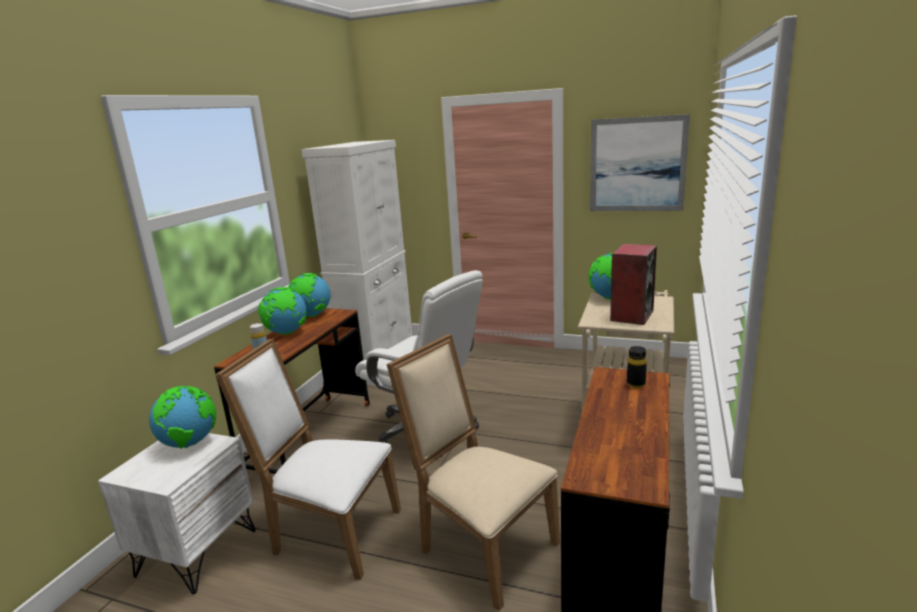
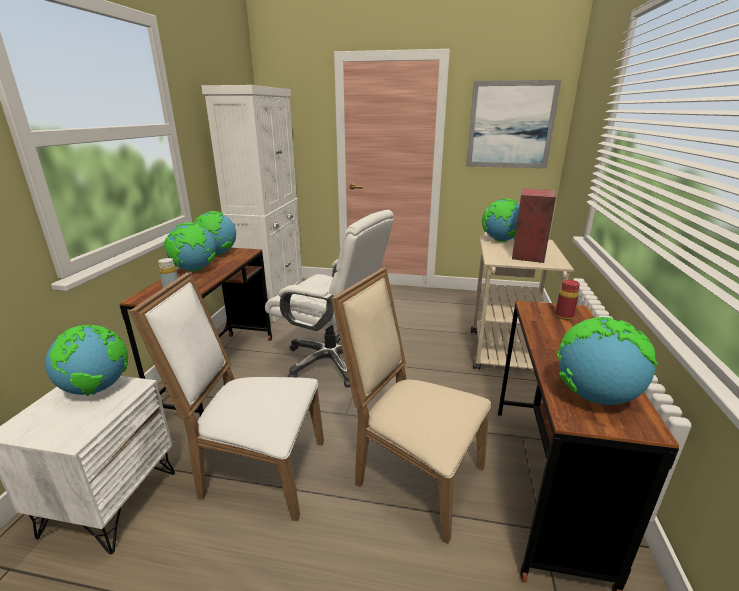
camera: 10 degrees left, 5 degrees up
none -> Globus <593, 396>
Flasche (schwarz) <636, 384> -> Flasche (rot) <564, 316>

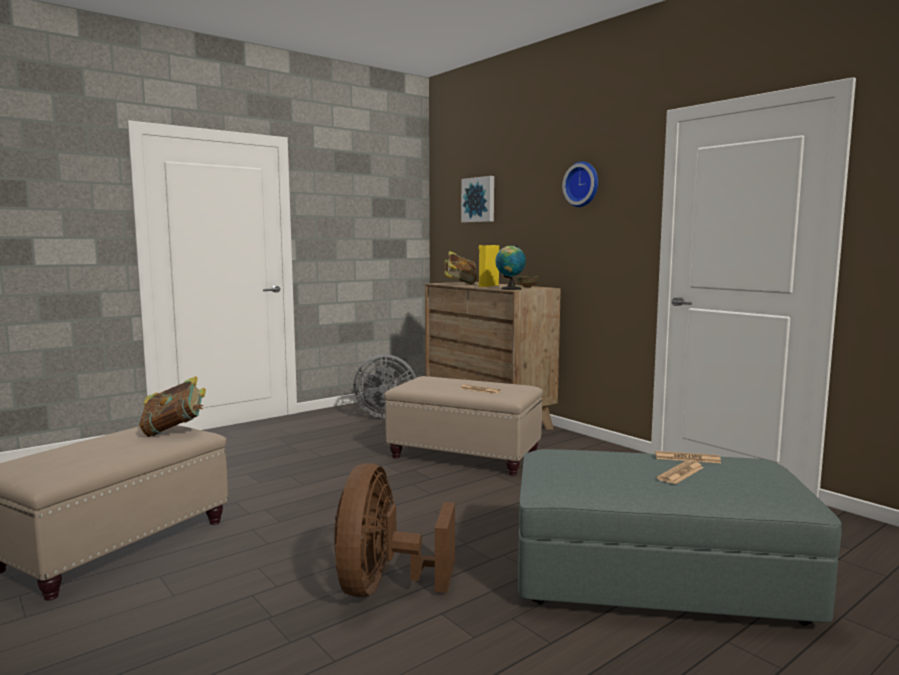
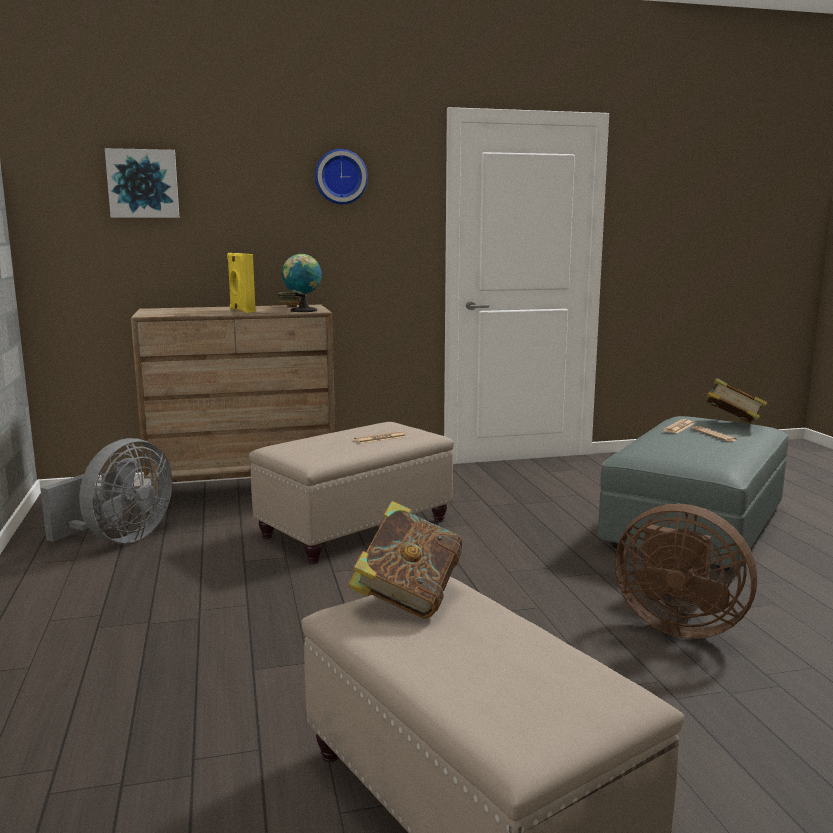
camera: 65 degrees left, 5 degrees up
Buch <460, 283> -> Buch <731, 424>, relocated

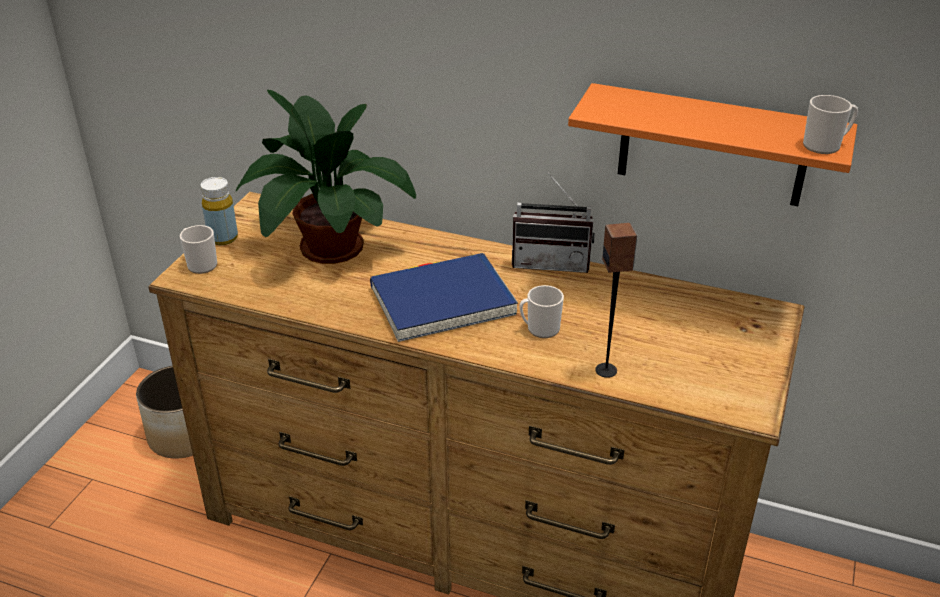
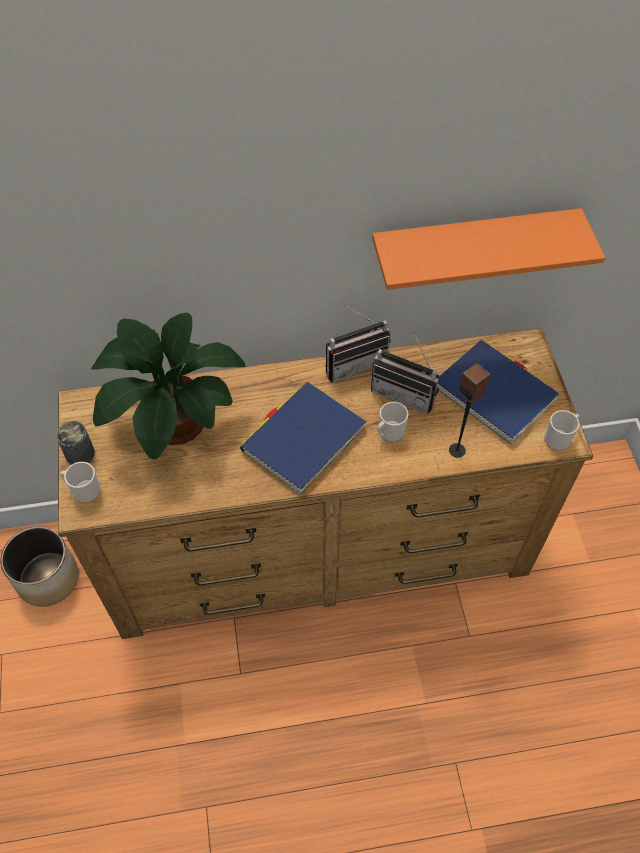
camera: 30 degrees left, 20 degrees up
none -> Radio <406, 392>
none -> Buch (blau) <494, 394>
Henkelbecher <825, 145> -> Henkelbecher <559, 438>, relocated
Flasche (gelb) <223, 238> -> Dose <80, 454>

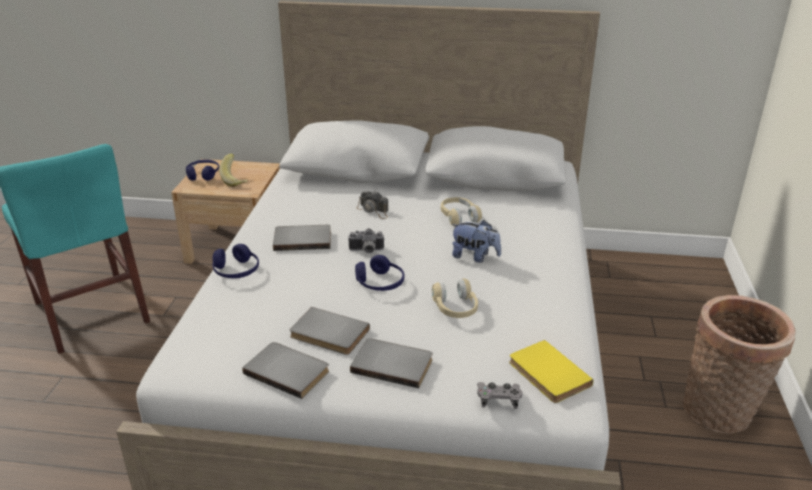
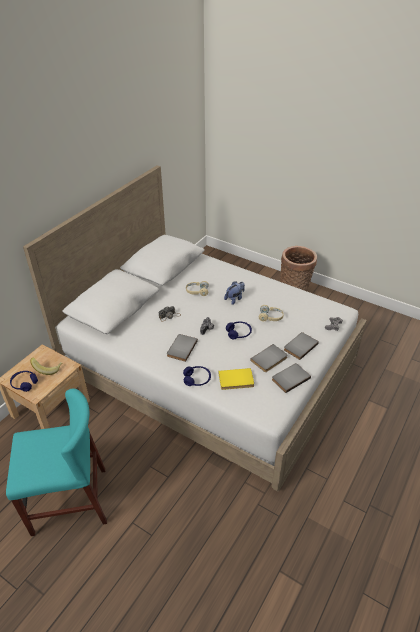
camera: 65 degrees left, 10 degrees up
Buch (gelb) <547, 374> -> Buch (gelb) <236, 381>, relocated

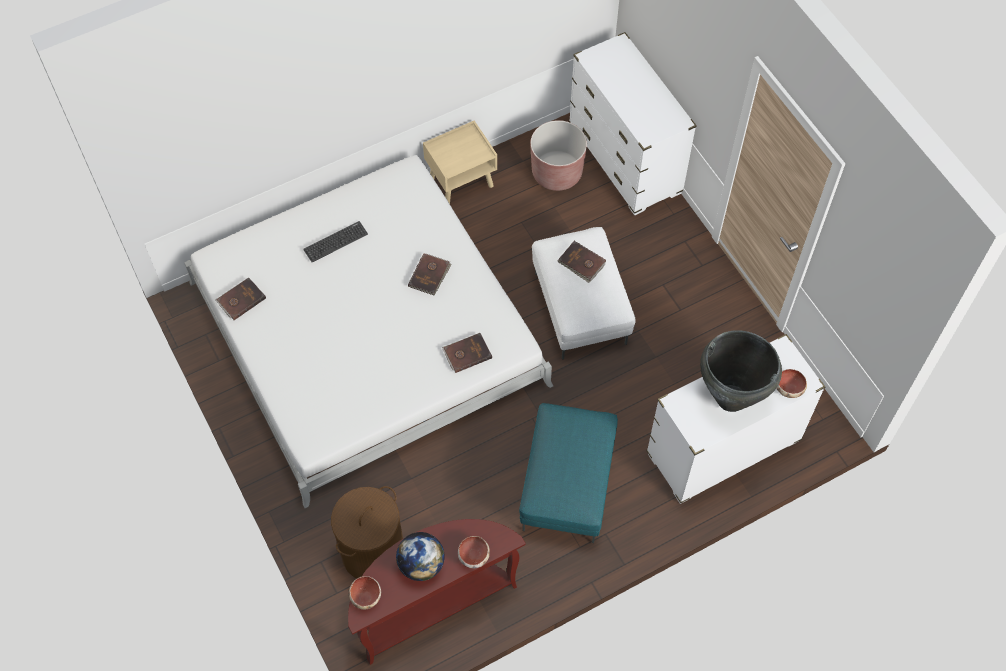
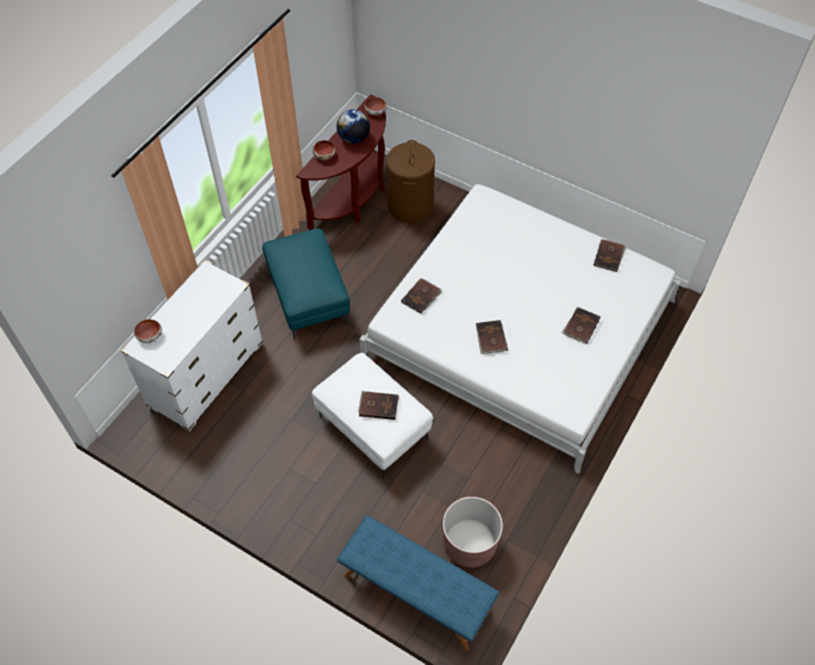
camera: 150 degrees right, 5 degrees down
Nachttisch (beige) <461, 183> -> none
Vase (schwarz) <730, 398> -> none
Tastatur <335, 242> -> Buch (braun) <580, 326>
Kommode (weiß) <625, 160> -> Bank (blau) <416, 593>

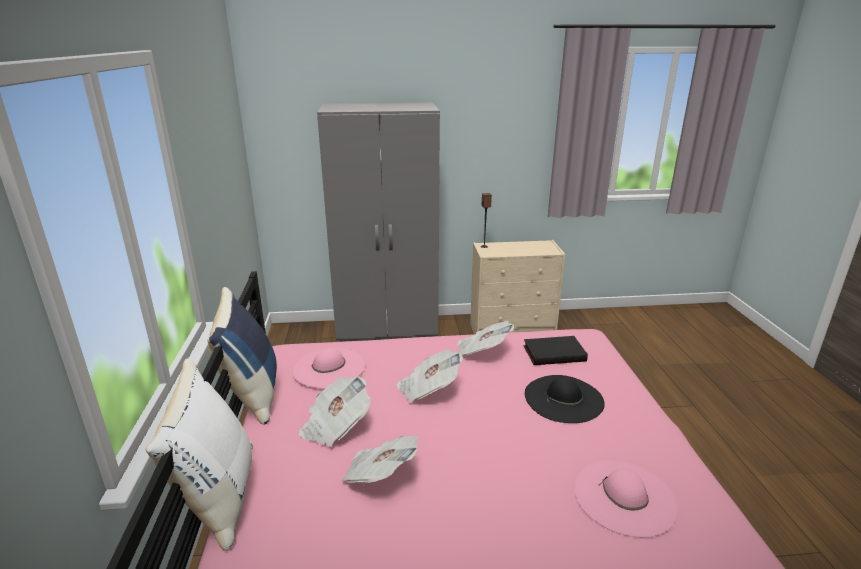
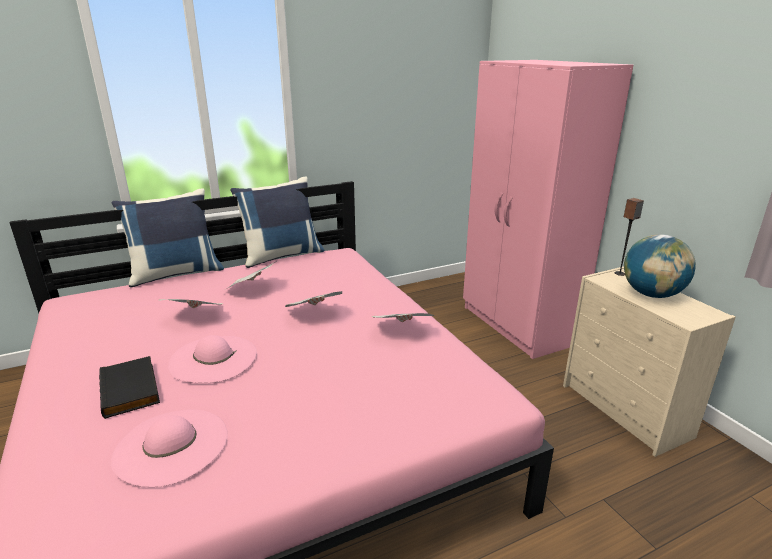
camera: 70 degrees right, 0 degrees up
Hut (schwarz) <563, 398> -> none
none -> Globus <652, 294>
Hut (rosa) <329, 368> -> Hut (rosa) <213, 358>, relocated
Buch (schwarz) <554, 353> -> Buch (schwarz) <131, 389>, relocated
Kissen (weiß) <218, 495> -> Kissen (blau) <176, 273>
Kleiderschrank (grau) <388, 332> -> Kleiderschrank (rosa) <518, 325>

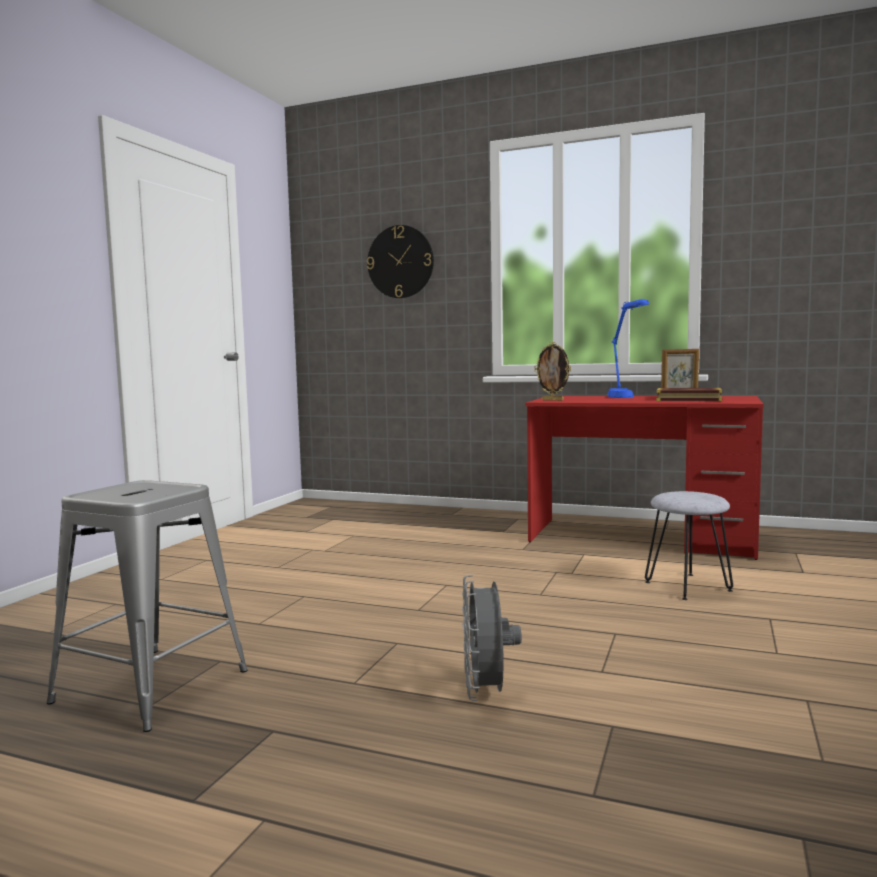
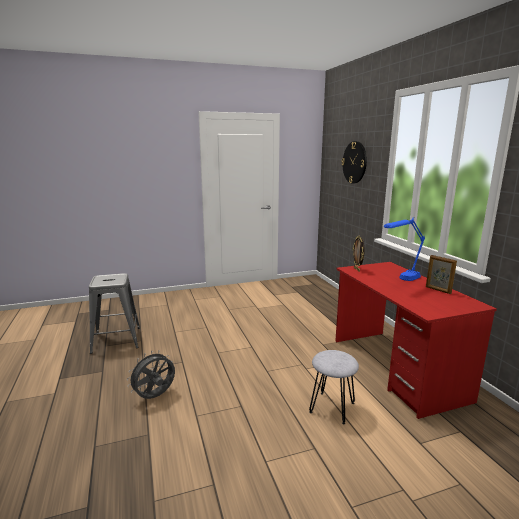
camera: 50 degrees right, 10 degrees up
Buch <688, 399> -> none

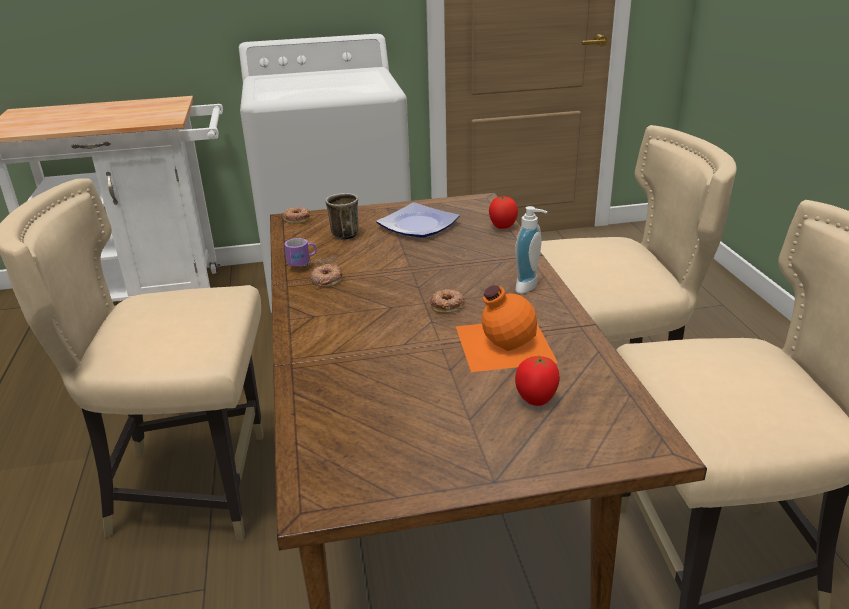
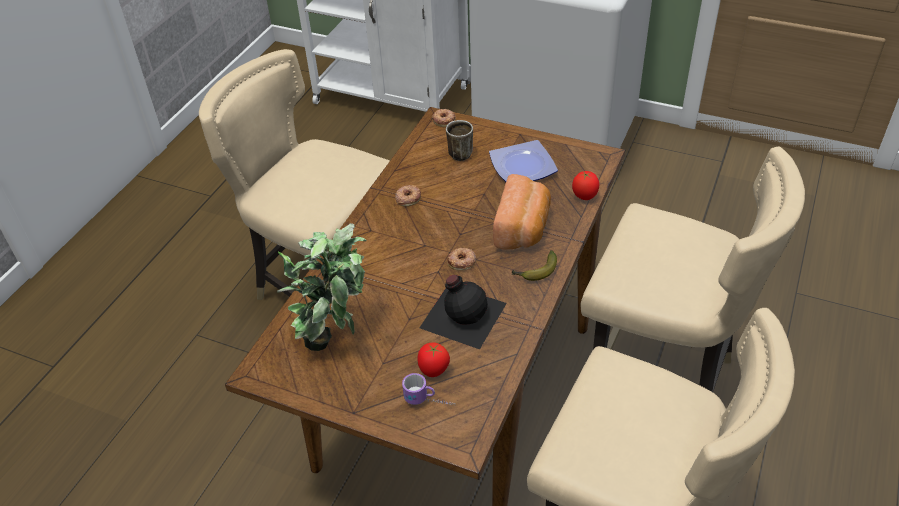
camera: 35 degrees right, 15 degrees up
none -> Topfpflanze <335, 338>
none -> Brot <523, 228>
Henkelbecher <312, 265> -> Henkelbecher <429, 402>, relocated
Seifenspender <530, 287> -> Banane <536, 272>
Flasche (orange) <502, 343> -> Flasche (schwarz) <462, 314>

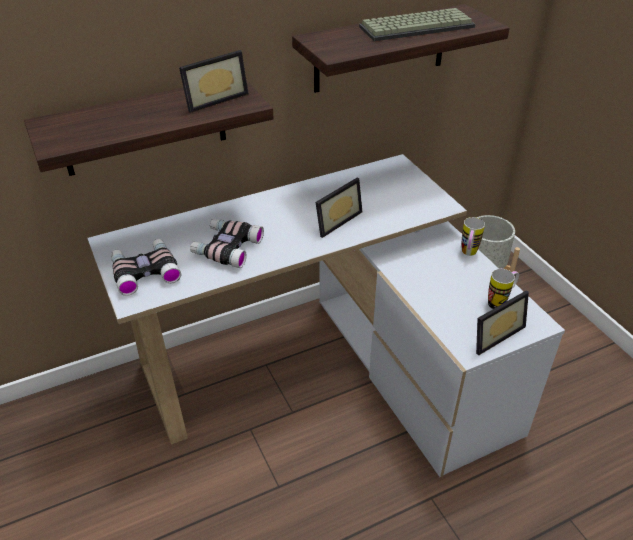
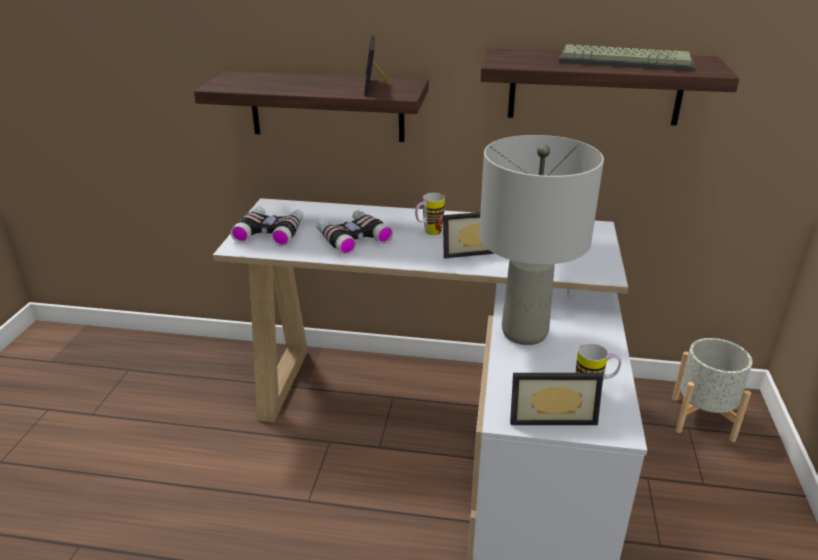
camera: 35 degrees right, 10 degrees down
none -> Tischlampe (grau) <524, 333>
Henkelbecher <468, 254> -> Henkelbecher <428, 233>, relocated
Bilderrahmen <213, 99> -> Bilderrahmen <377, 86>, 90 degrees clockwise

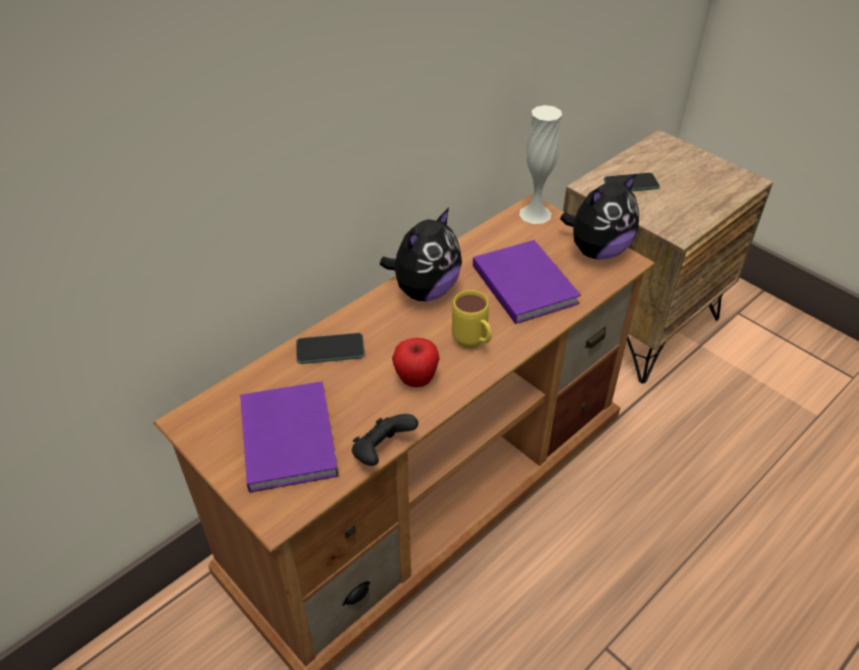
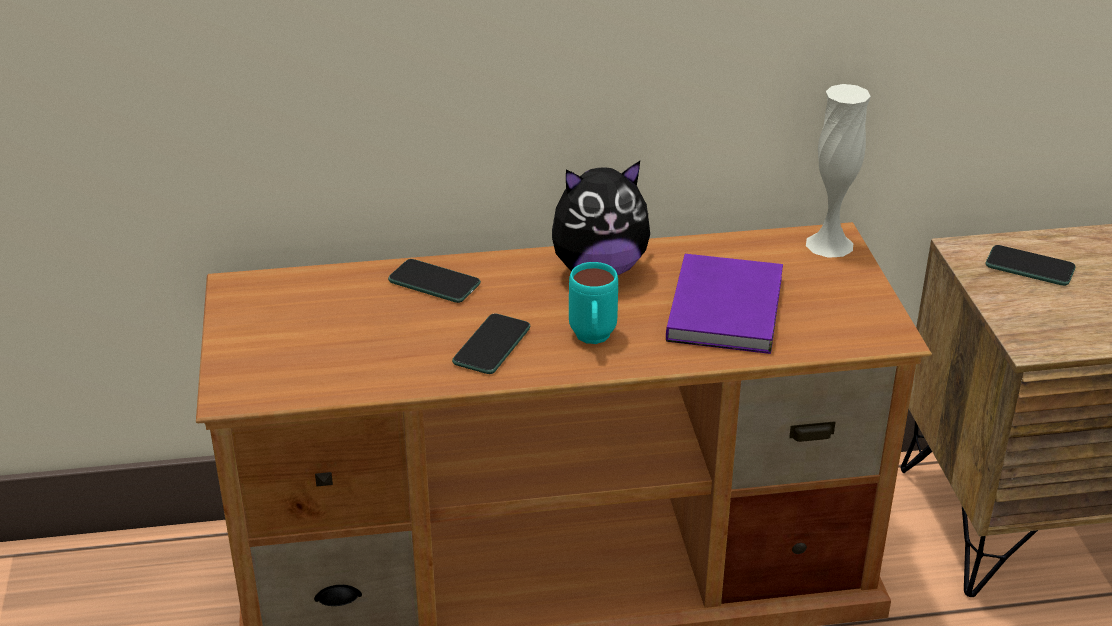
camera: 35 degrees right, 10 degrees down
Buch (lila) <290, 435> -> none
Gamepad (schwarz) <382, 452> -> none
Plüschtier <597, 250> -> none
Apfel <416, 379> -> Handy <492, 345>
Henkelbecher (gelb) <473, 345> -> Henkelbecher (türkis) <592, 341>

